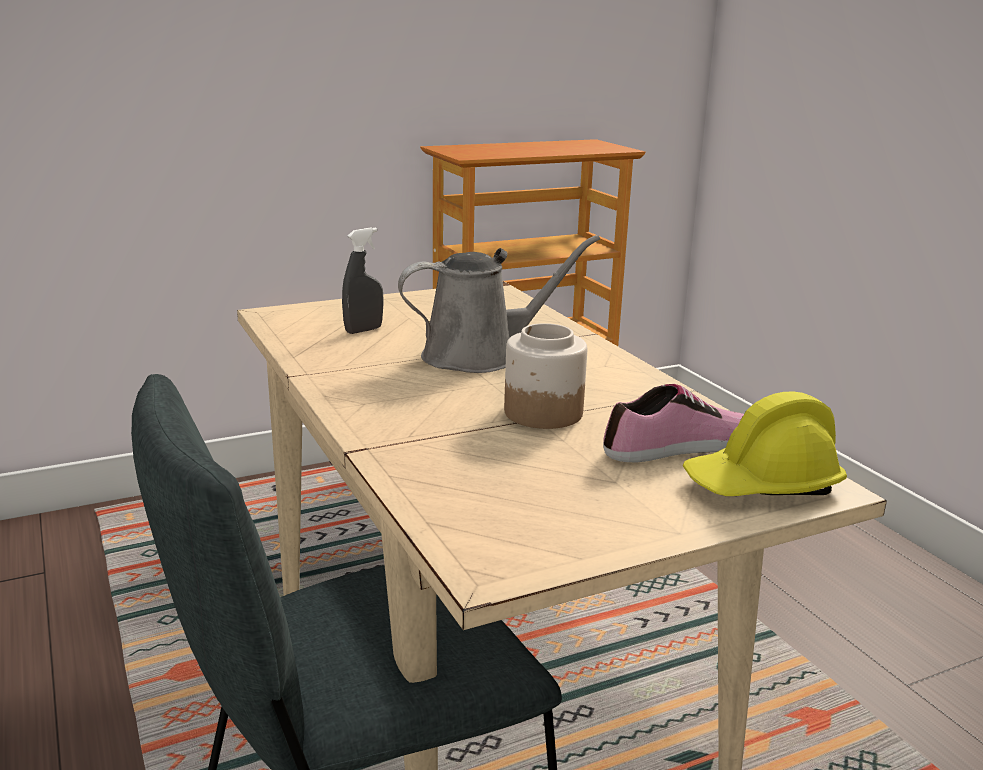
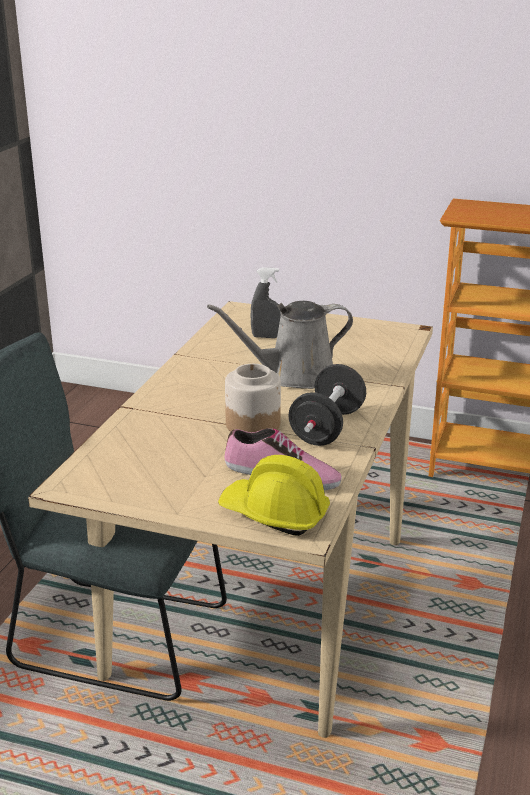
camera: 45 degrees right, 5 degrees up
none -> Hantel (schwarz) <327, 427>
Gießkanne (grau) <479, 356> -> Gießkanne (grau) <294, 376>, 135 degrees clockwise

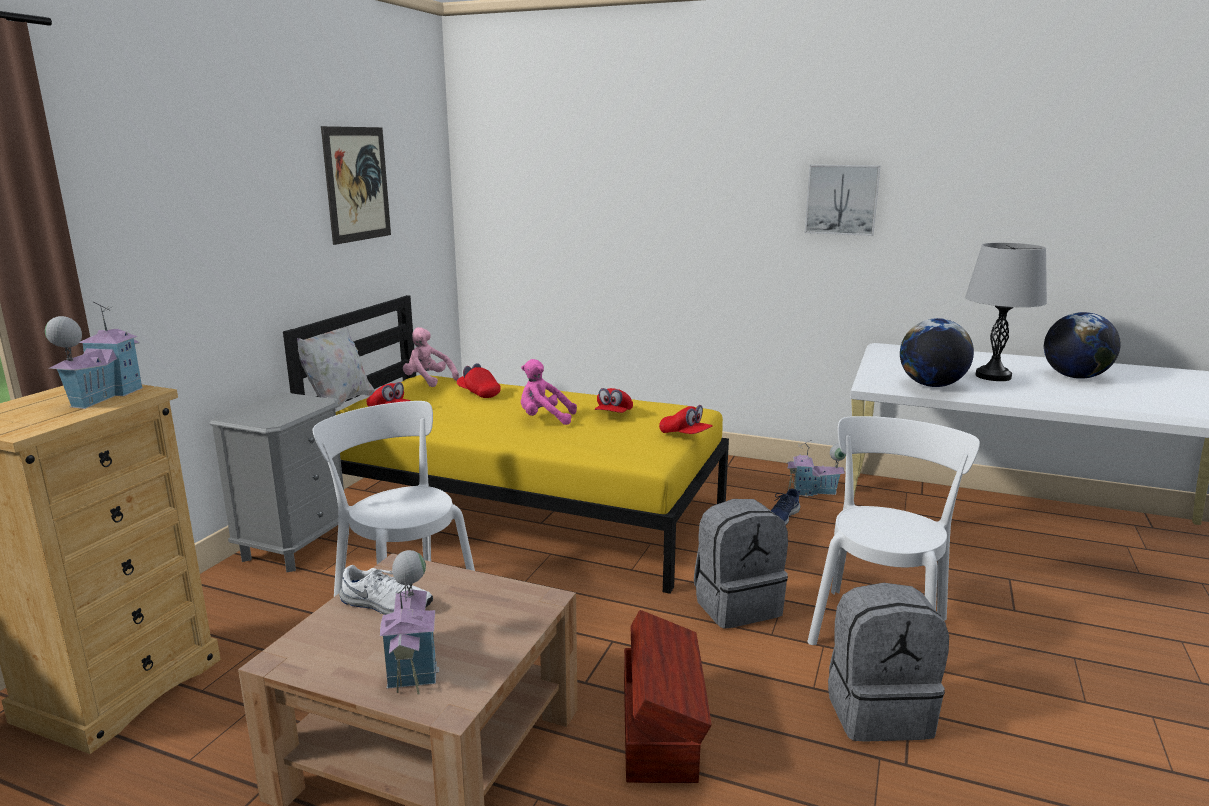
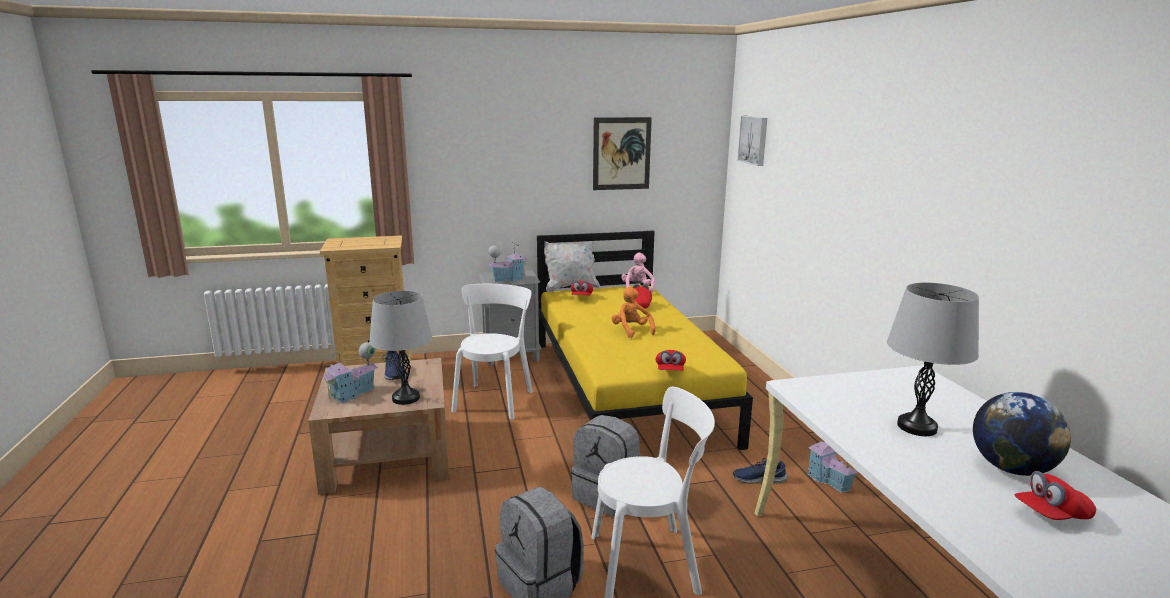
camera: 55 degrees right, 0 degrees up
Aufbewahrungsbox (braun) <660, 728> -> none
Globus <931, 385> -> none
none -> Tischlampe (grau) <406, 398>
Spielzeughaus <103, 396> -> Spielzeughaus <508, 279>, relocated
Kappe (rot) <613, 415> -> Kappe (rot) <1051, 515>, relocated
Bild <842, 199> -> Bild <754, 140>, relocated
Schuh (weiß) <386, 605> -> Schuh (blau) <393, 373>
Plüschtier (rosa) <544, 419> -> Plüschtier (orange) <631, 330>

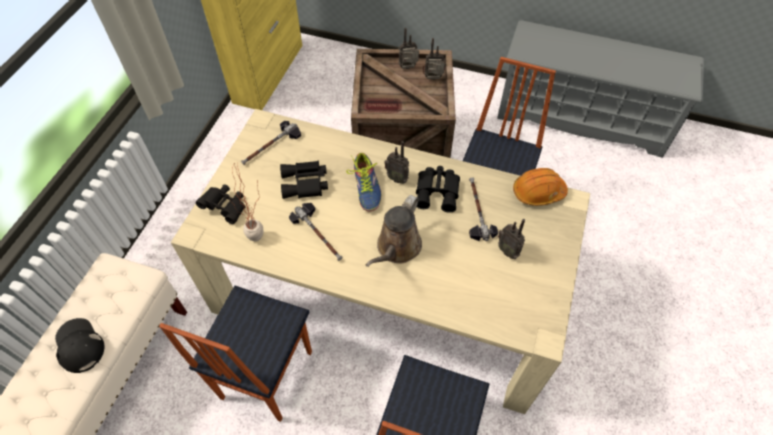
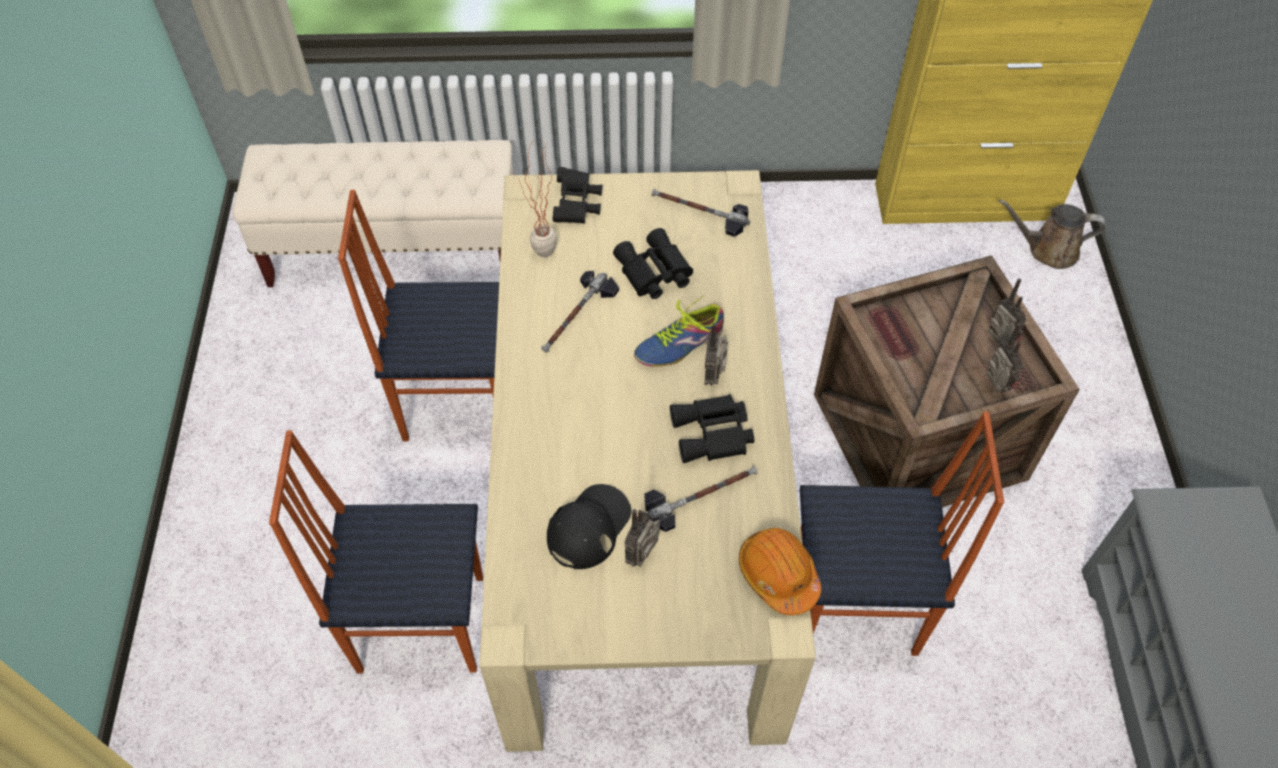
camera: 70 degrees right, 0 degrees up
Kappe (schwarz) <79, 345> -> Kappe (schwarz) <589, 527>, relocated
Gießkanne (braun) <397, 248> -> Gießkanne (braun) <1048, 250>, relocated

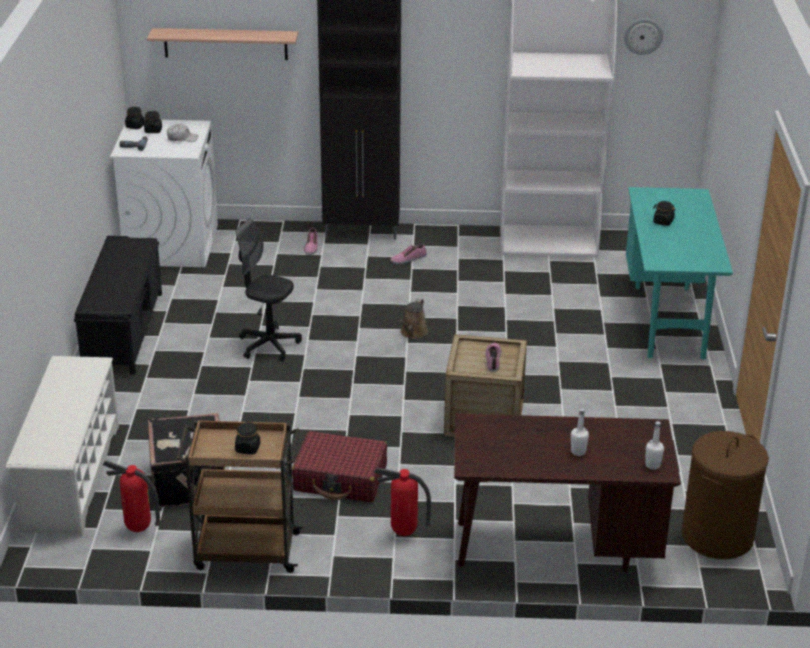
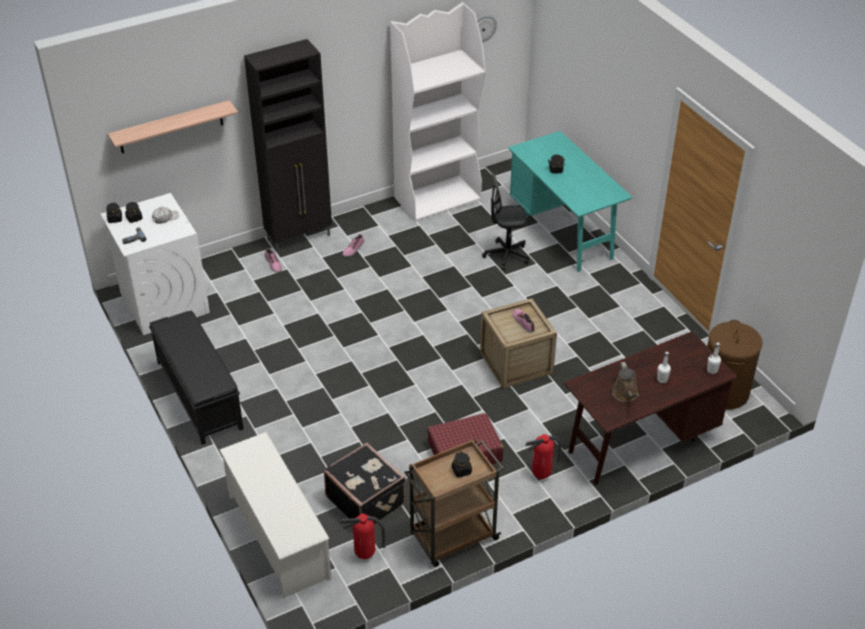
camera: 30 degrees left, 10 degrees up
Bürostuhl (schwarz) <269, 345> -> Bürostuhl (schwarz) <506, 256>, relocated
Gießkanne (braun) <413, 333> -> Gießkanne (braun) <625, 394>, relocated

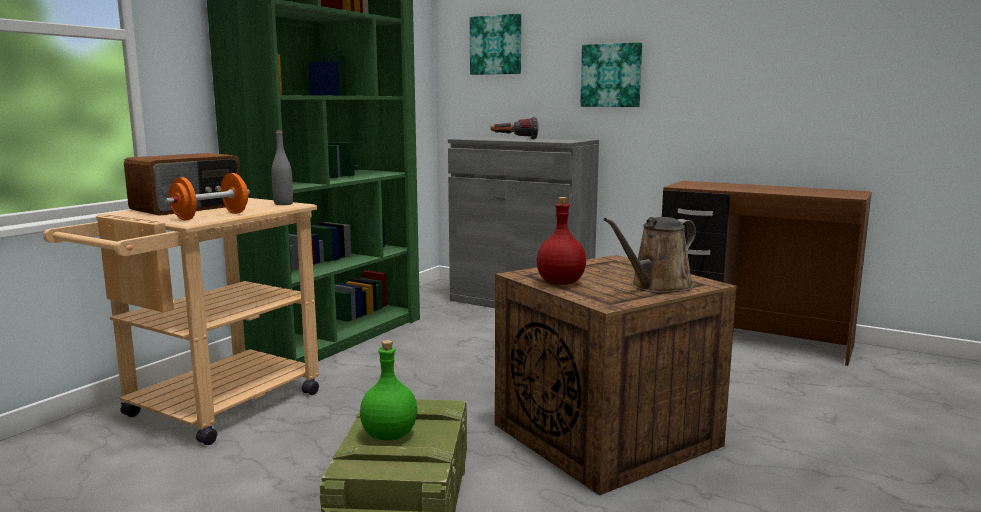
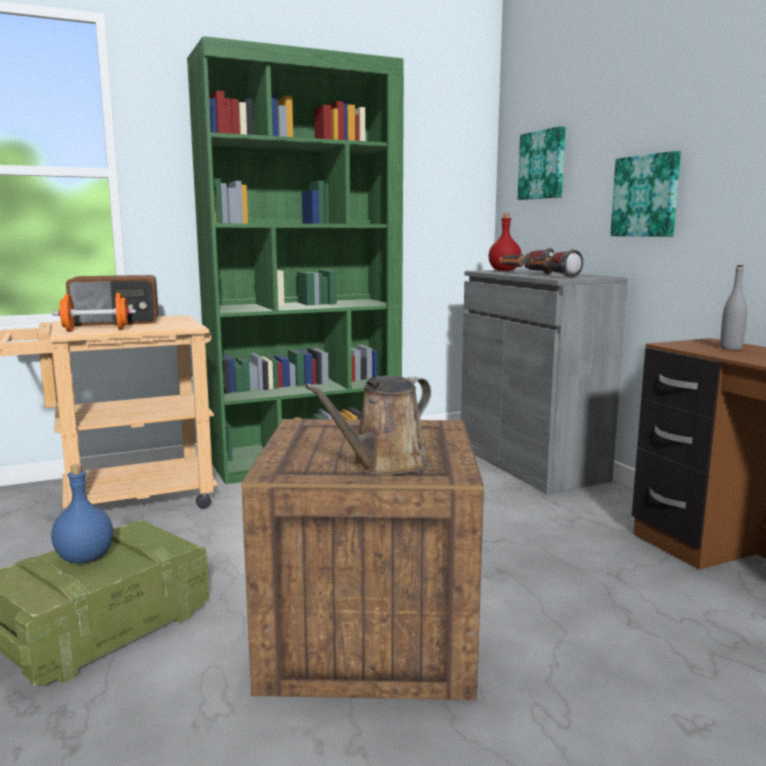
camera: 35 degrees right, 0 degrees up
none -> Taschenlampe <552, 276>
Flasche (grau) <283, 204> -> Flasche (grau) <731, 348>, relocated
Flasche (rot) <560, 283> -> Flasche (rot) <503, 270>, relocated
Flasche (grün) <390, 435> -> Flasche (blau) <85, 558>
Gießkanne (braun) <657, 287> -> Gießkanne (braun) <384, 465>, 45 degrees counterclockwise

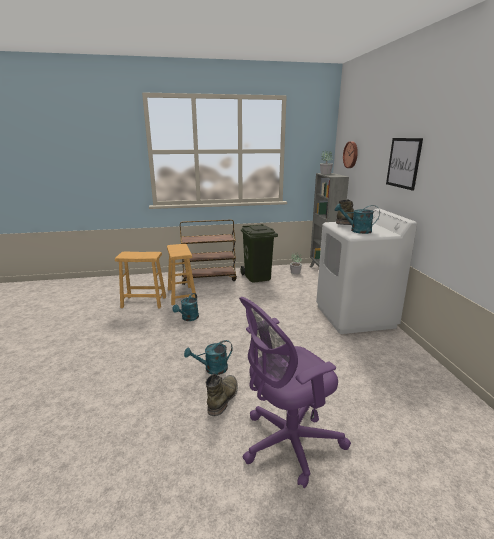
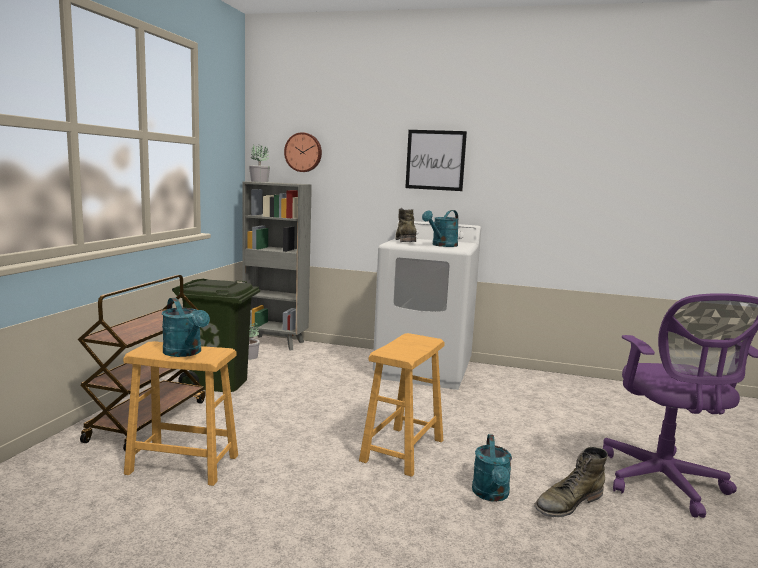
camera: 65 degrees left, 10 degrees down
Hocker (braun) <144, 302> -> Hocker (braun) <403, 450>, relocated
Gießkanne (türkis) <188, 318> -> Gießkanne (türkis) <185, 353>, relocated
Stiefel (grün) <223, 397> -> Stiefel (grün) <568, 503>, 75 degrees counterclockwise

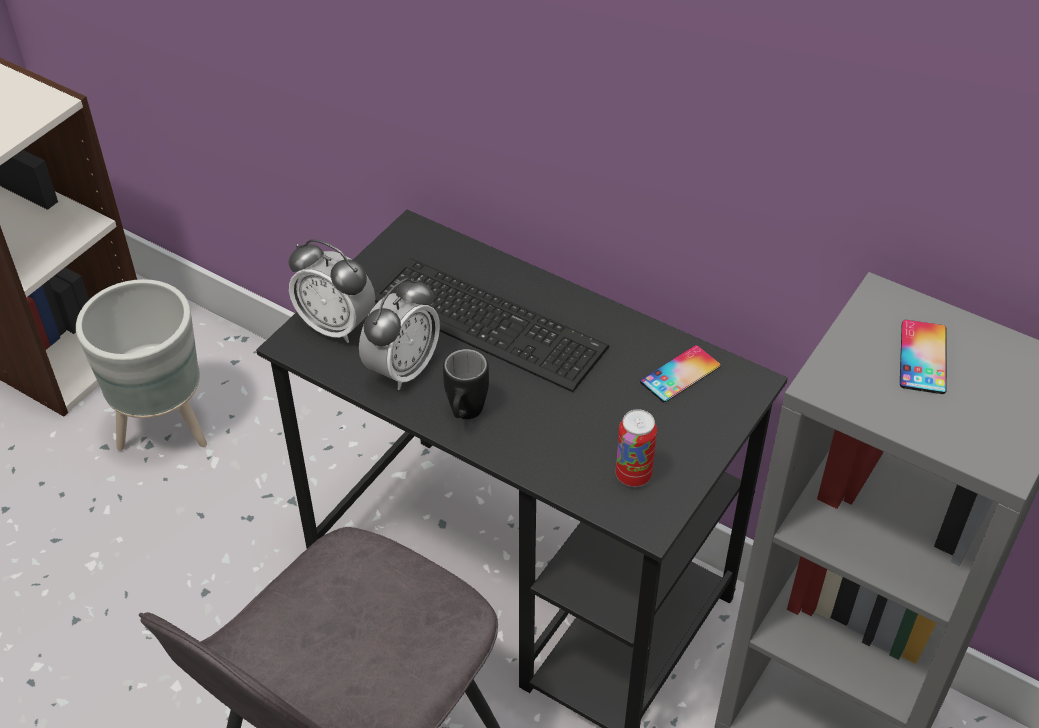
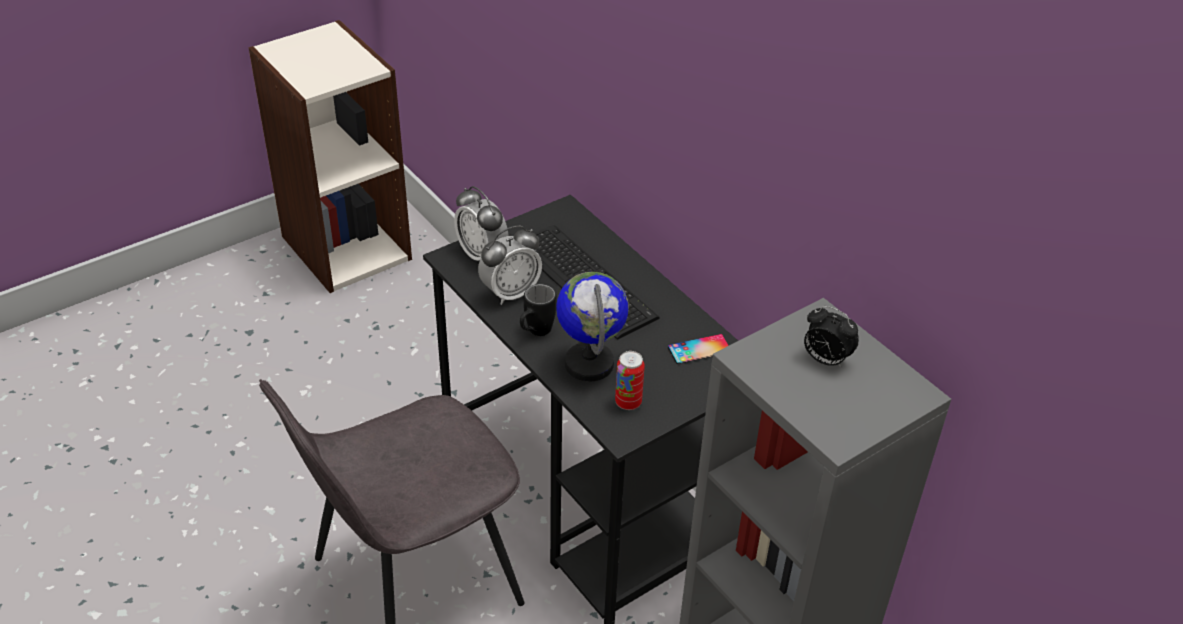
camera: 20 degrees right, 5 degrees down
Pflanzkübel (grau) <166, 427> -> none
none -> Globus <589, 363>
Handy <923, 357> -> Wecker <825, 360>

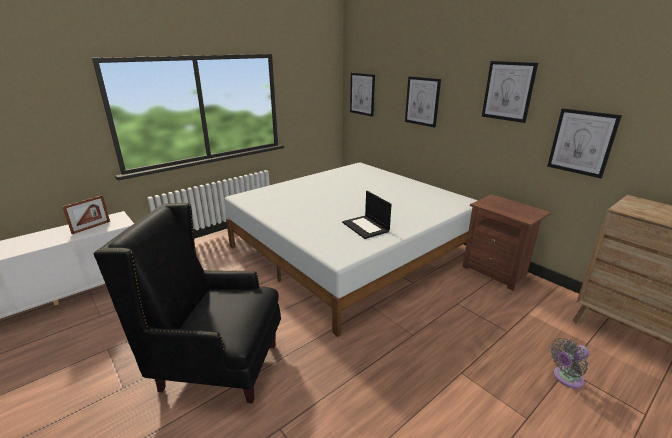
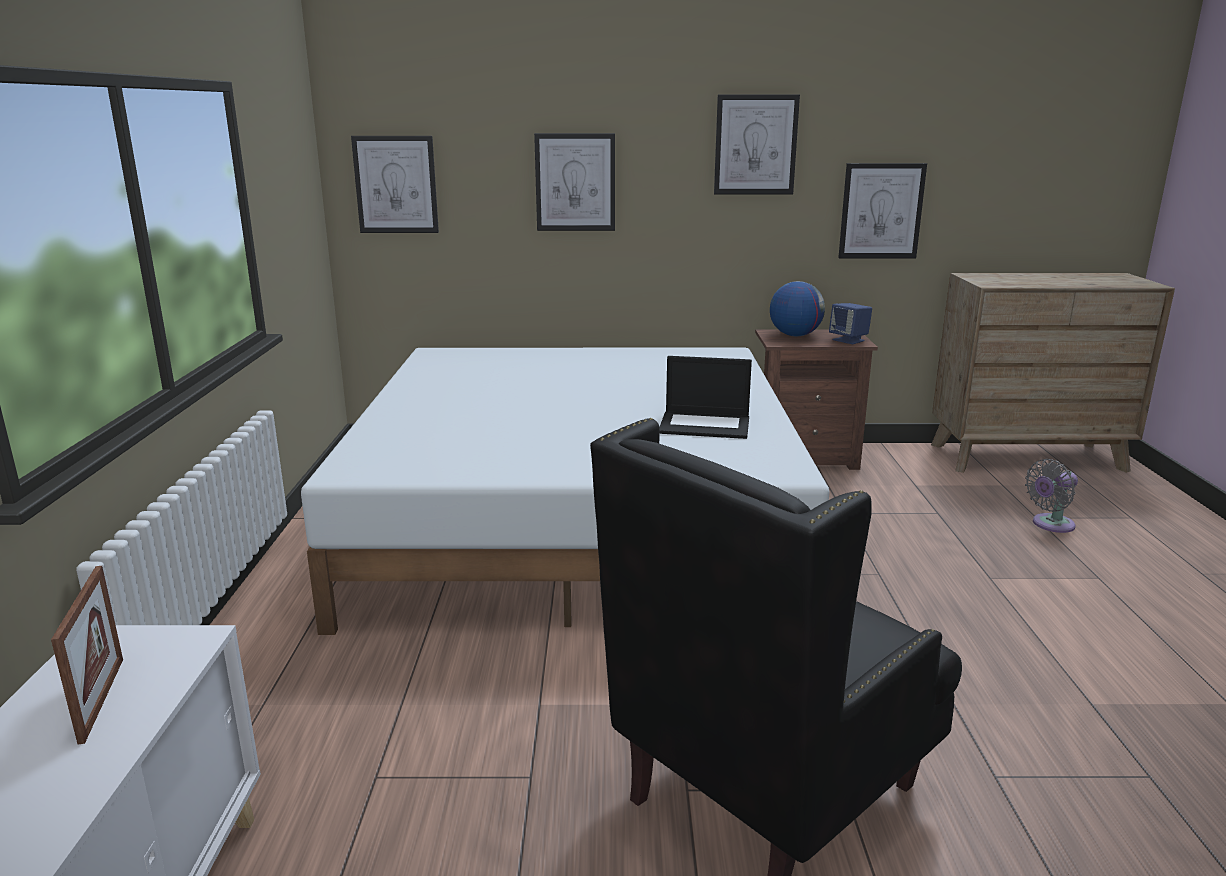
camera: 50 degrees left, 5 degrees down
none -> Globus <795, 335>
none -> Lautsprecher (blau) <849, 340>
Ventilator (grau) <566, 378> -> Ventilator (grau) <1050, 525>, 45 degrees clockwise

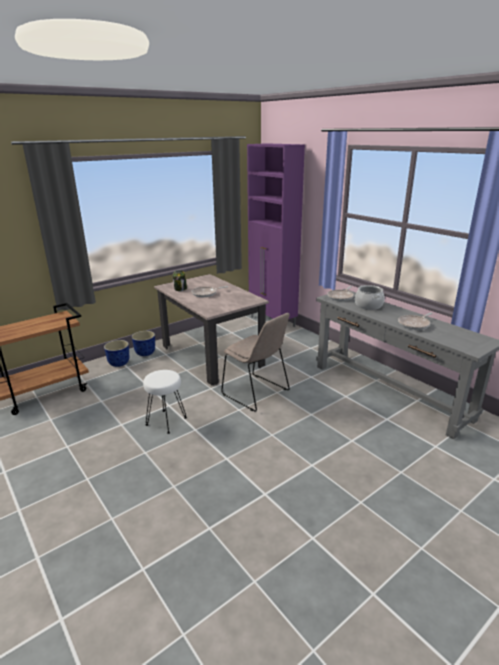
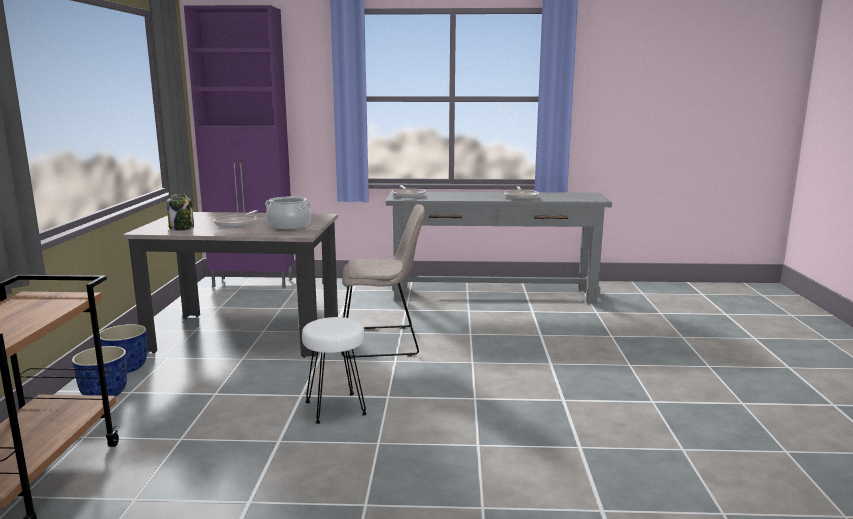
camera: 50 degrees left, 10 degrees down
Kochtopf <368, 305> -> Kochtopf <289, 226>, relocated

